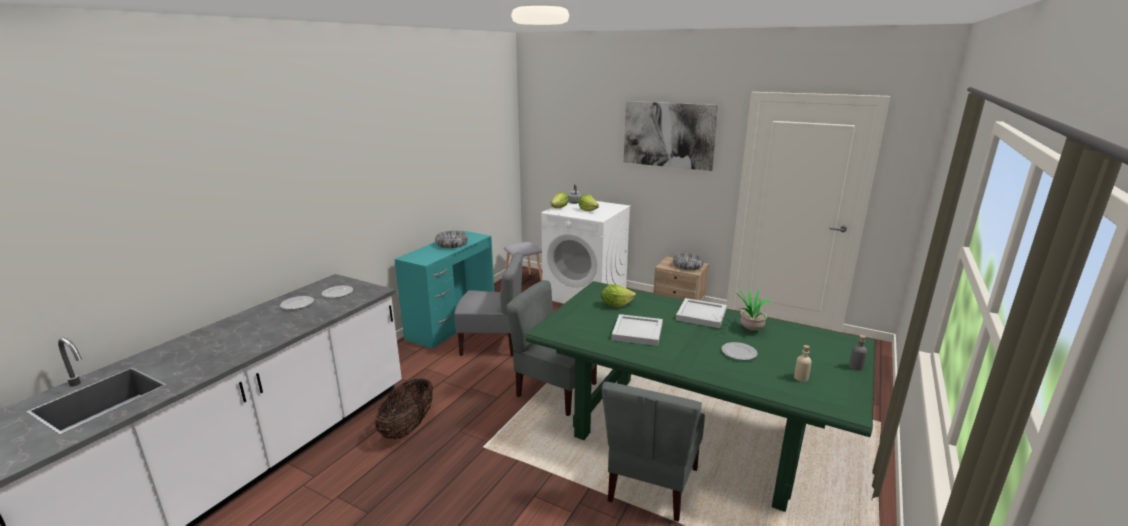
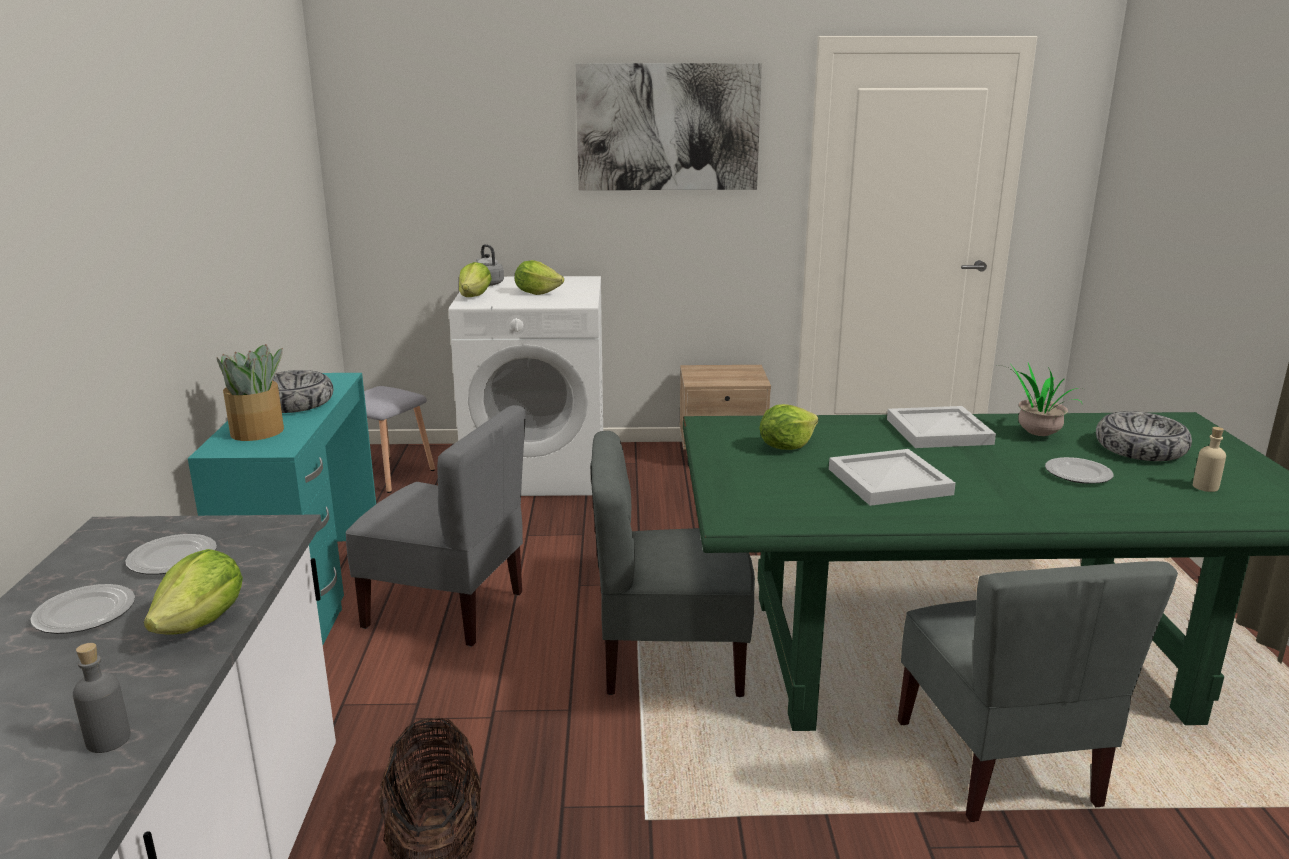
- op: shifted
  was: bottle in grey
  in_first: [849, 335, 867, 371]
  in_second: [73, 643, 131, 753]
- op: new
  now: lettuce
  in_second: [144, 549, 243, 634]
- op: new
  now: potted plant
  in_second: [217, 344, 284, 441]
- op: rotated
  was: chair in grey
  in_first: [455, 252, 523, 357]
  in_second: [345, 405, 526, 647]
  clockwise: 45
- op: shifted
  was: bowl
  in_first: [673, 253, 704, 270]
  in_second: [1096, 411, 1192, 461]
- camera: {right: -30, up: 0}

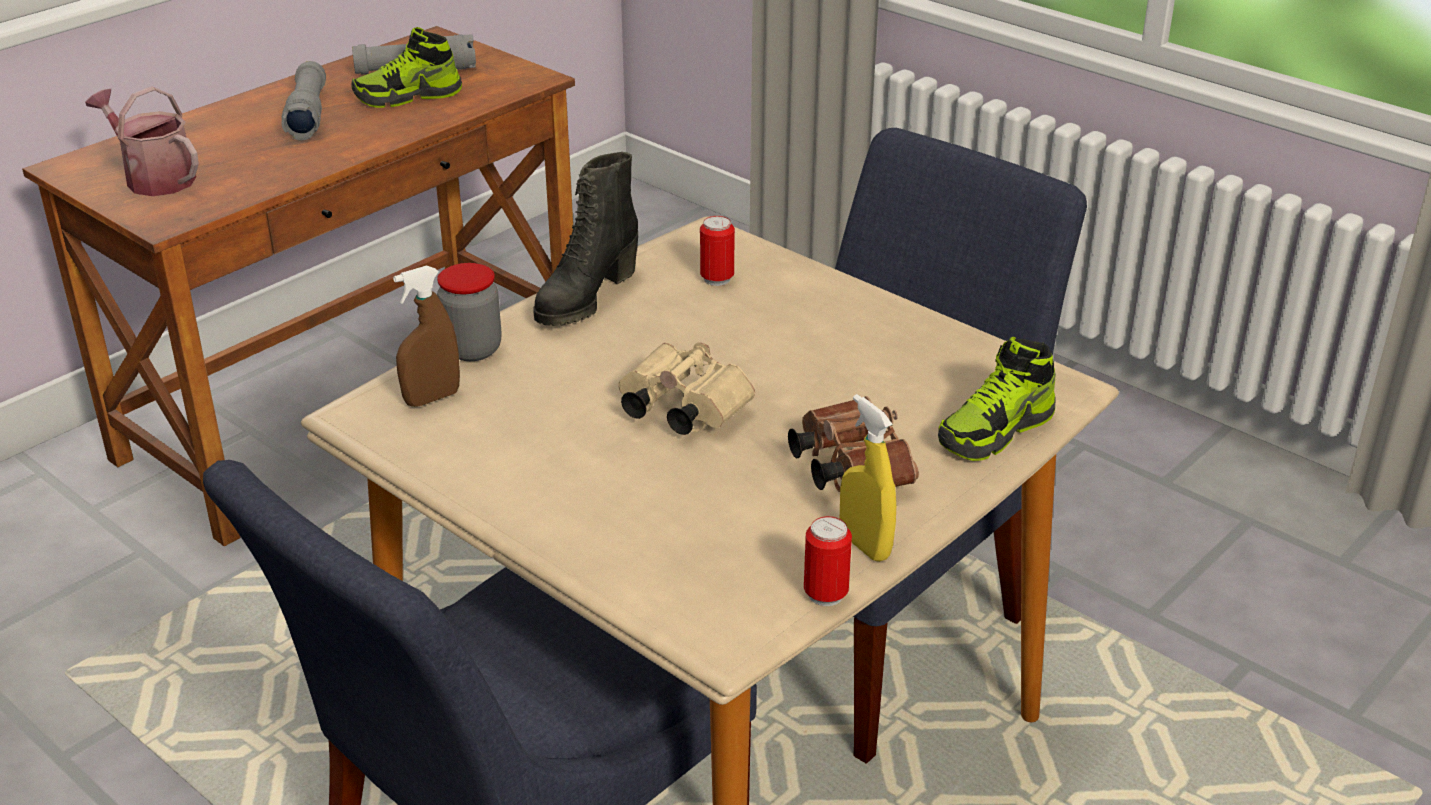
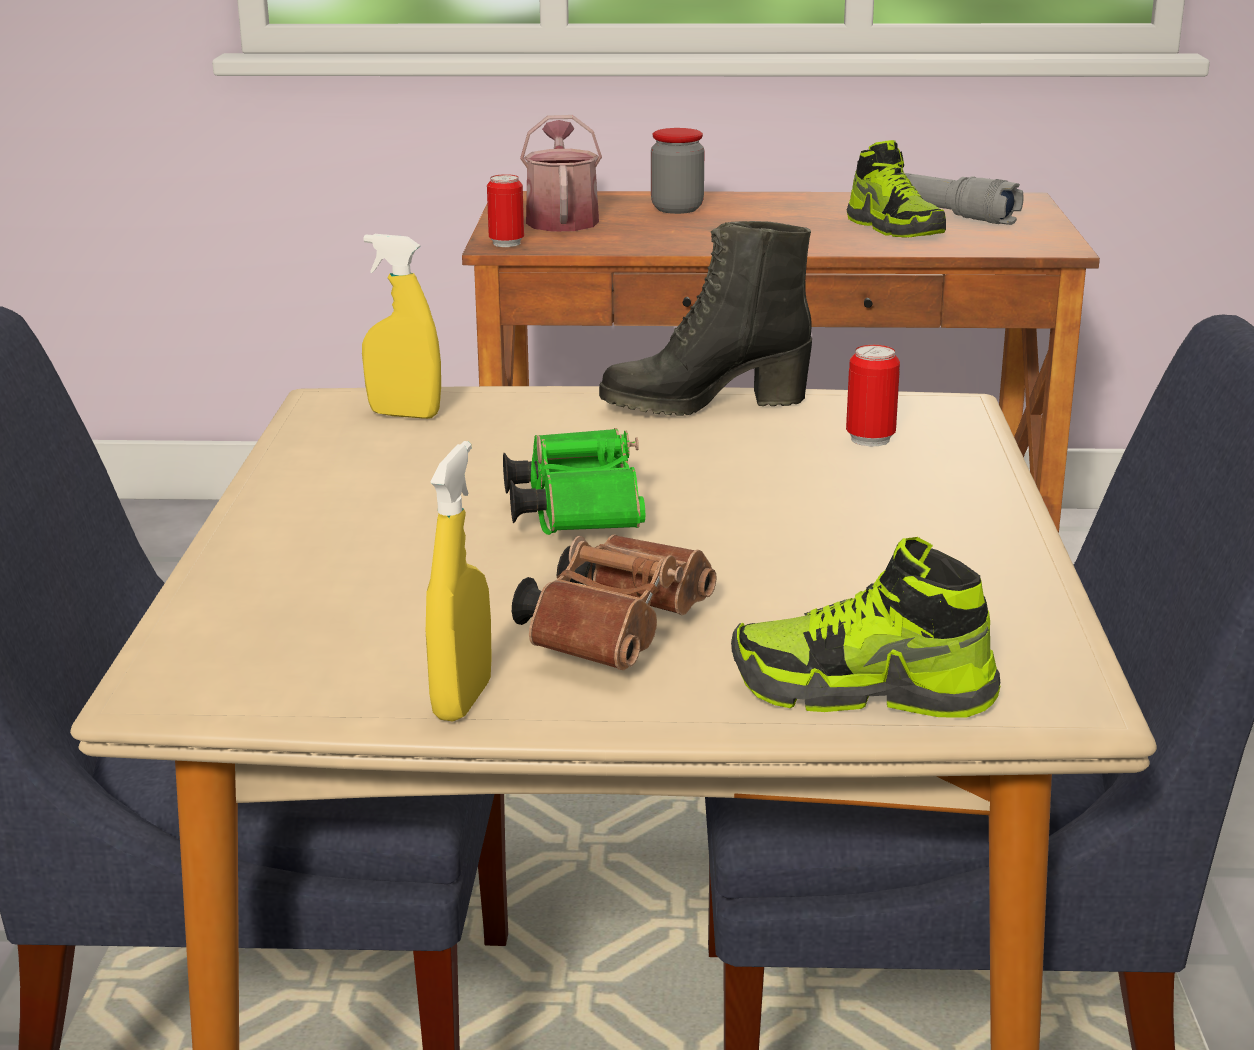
- op: repainted
  was: spray bottle in brown
  now: spray bottle in yellow
  in_first: [393, 266, 460, 407]
  in_second: [362, 234, 441, 419]
- op: shifted
  was: can
  in_first: [804, 516, 852, 606]
  in_second: [487, 174, 524, 247]
- op: repainted
  was: binoculars in beige
  now: binoculars in green
  in_first: [618, 342, 755, 435]
  in_second: [503, 428, 645, 535]
- op: shifted
  was: jar
  in_first: [437, 263, 502, 361]
  in_second: [651, 128, 704, 214]
- op: rotated
  was: shoe
  in_first: [351, 27, 462, 108]
  in_second: [847, 140, 946, 238]
  clockwise: -150
- op: gone
  was: flashlight in grey
  in_first: [282, 61, 326, 140]
- camera: {right: 50, up: -10}

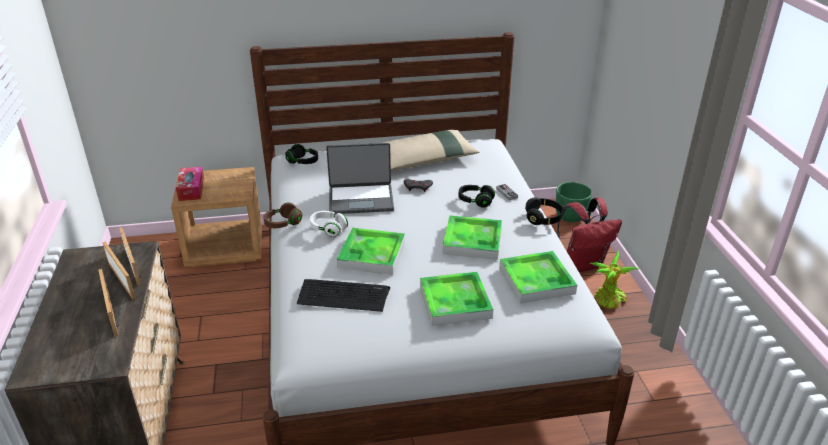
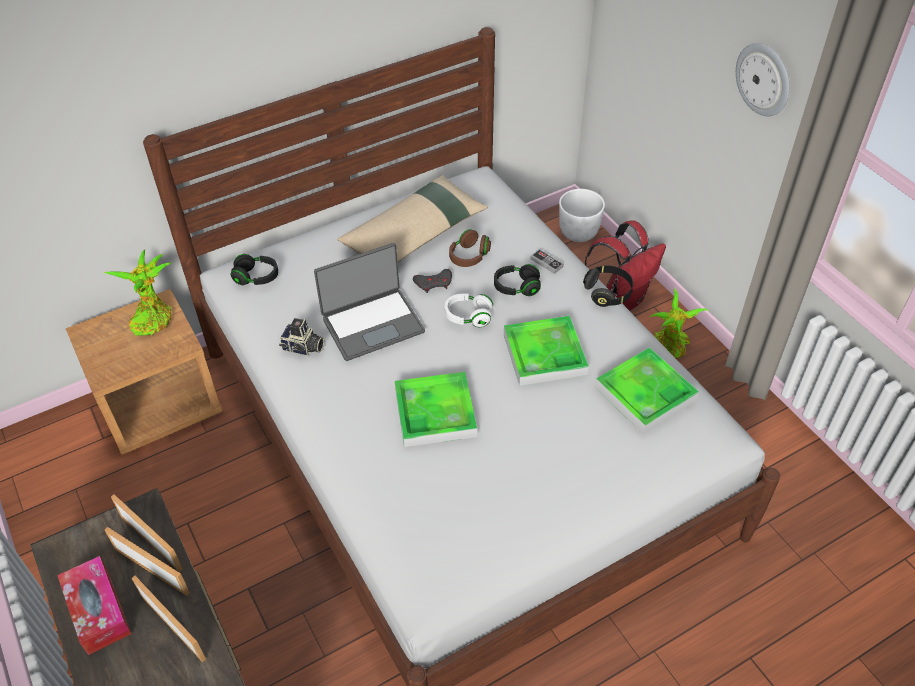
- op: shifted
  was: tissue box
  in_first: [176, 167, 204, 201]
  in_second: [57, 556, 131, 655]
- op: new
  now: potted plant
  in_second: [103, 250, 172, 335]
- op: new
  now: photo camera
  in_second: [279, 318, 324, 356]
- op: shifted
  was: headphones in white
  in_first: [310, 211, 348, 237]
  in_second: [445, 293, 493, 327]
- op: shifted
  was: headphones in brown
  in_first: [264, 202, 302, 228]
  in_second: [449, 229, 491, 267]
- op: repainted
  was: planter in green
  now: planter in white
  in_first: [556, 182, 592, 222]
  in_second: [559, 189, 605, 242]
- op: new
  now: wall clock
  in_second: [736, 43, 790, 116]
- op: gone
  was: keyboard
  in_first: [297, 279, 390, 312]
- op: gone
  was: tray
  in_first: [420, 272, 493, 326]
- camera: {right: -20, up: 15}

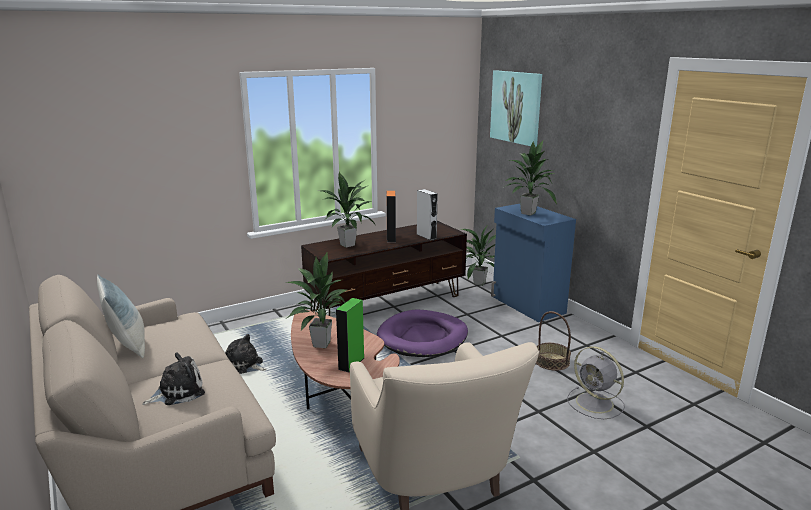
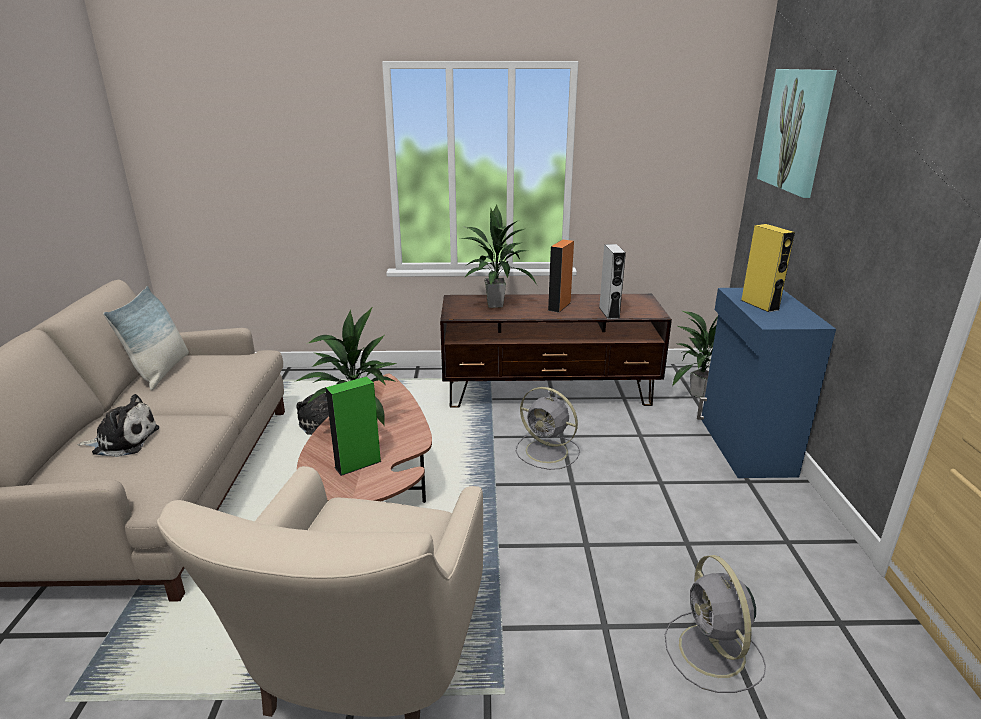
- op: swapped
  was: dog bed in purple
  now: fan in grey
  in_first: [377, 310, 468, 357]
  in_second: [516, 387, 580, 470]
- op: swapped
  was: potted plant
  now: speaker in yellow
  in_first: [504, 141, 557, 215]
  in_second: [741, 224, 795, 312]
- op: gone
  was: basket
  in_first: [536, 311, 571, 371]
- camera: {right: 30, up: 5}

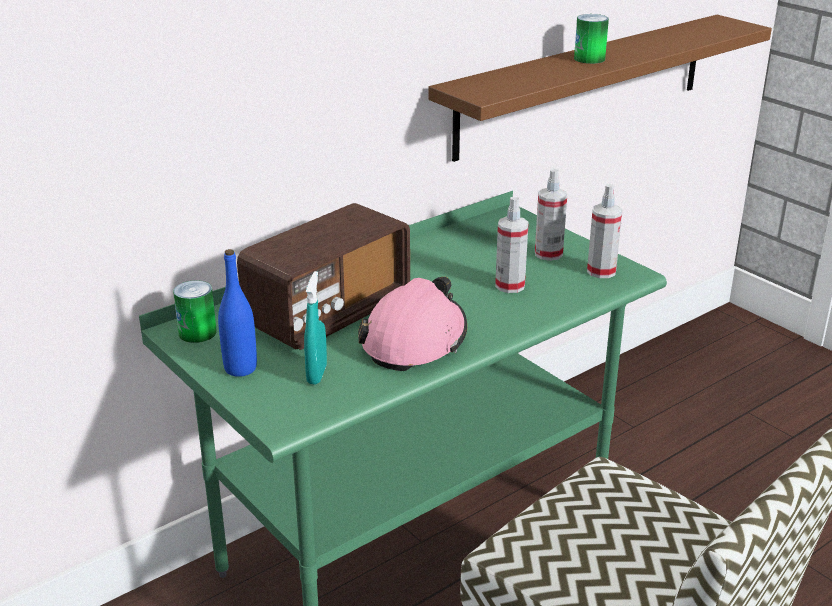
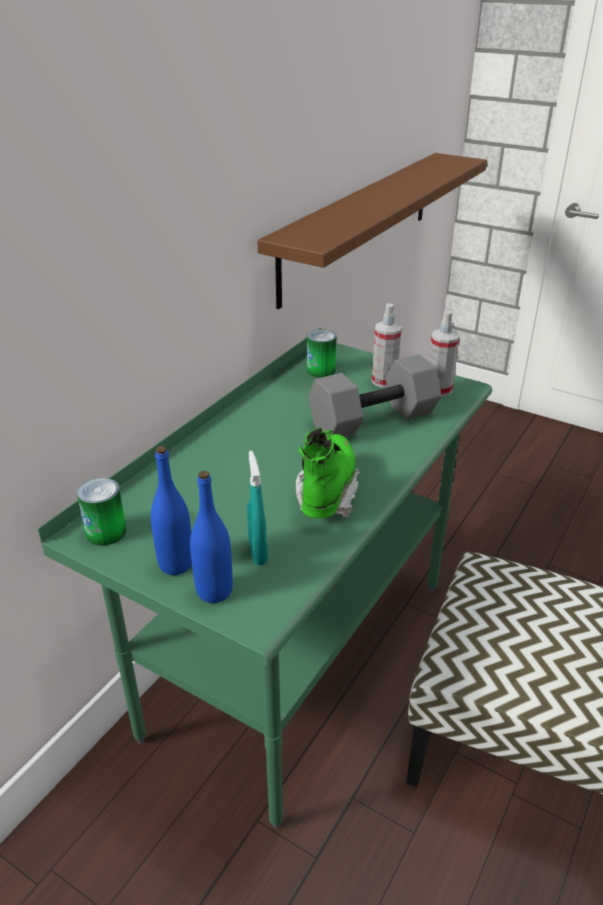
- op: new
  now: bottle in blue
  in_second: [190, 471, 233, 603]
- op: swapped
  was: hard hat in pink
  now: boot in green
  in_first: [358, 277, 467, 371]
  in_second: [296, 428, 361, 518]
- op: shifted
  was: can
  in_first: [574, 14, 609, 64]
  in_second: [307, 329, 337, 378]
- op: swapped
  was: spray bottle
  now: dumbbell in grey
  in_first: [495, 197, 529, 293]
  in_second: [309, 354, 441, 437]
- op: gone
  was: radio
  in_first: [237, 203, 410, 350]
- camera: {right: -20, up: 5}

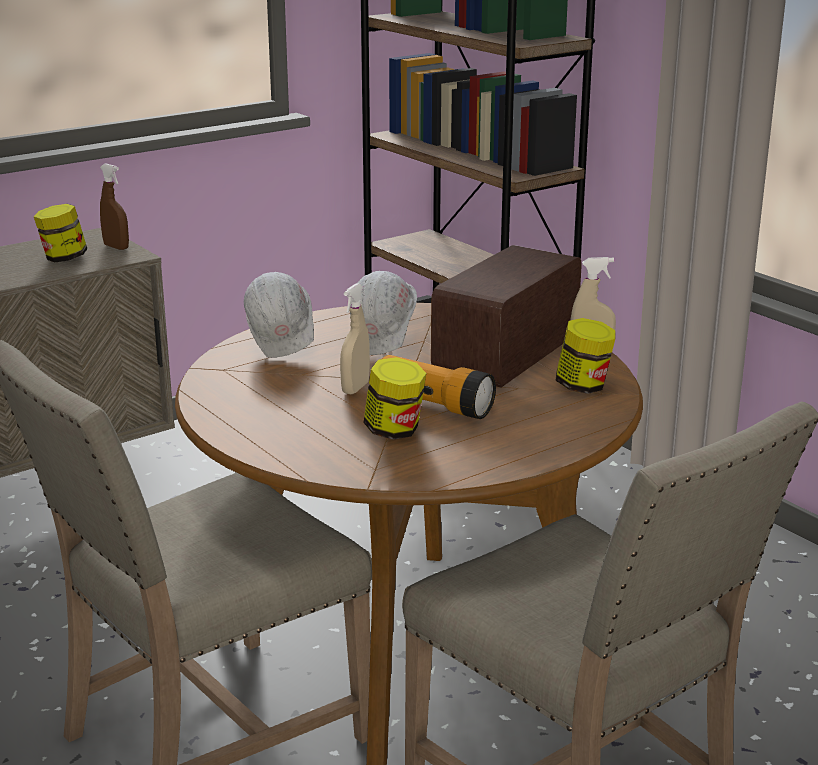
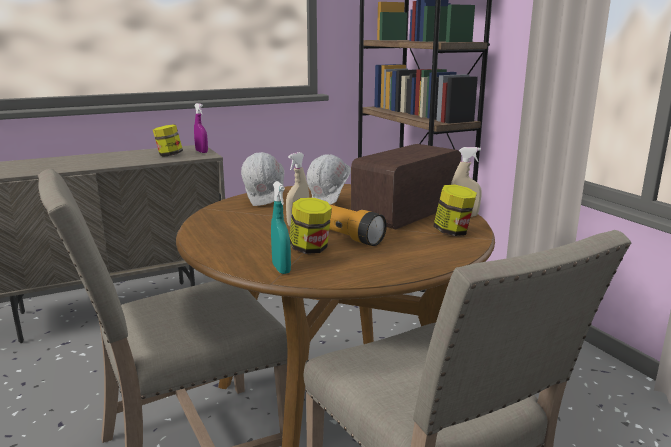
- op: repainted
  was: spray bottle in brown
  now: spray bottle in purple
  in_first: [100, 163, 129, 250]
  in_second: [194, 103, 208, 153]
- op: new
  now: spray bottle in turquoise
  in_second: [271, 181, 291, 274]
- camera: {right: 10, up: -5}

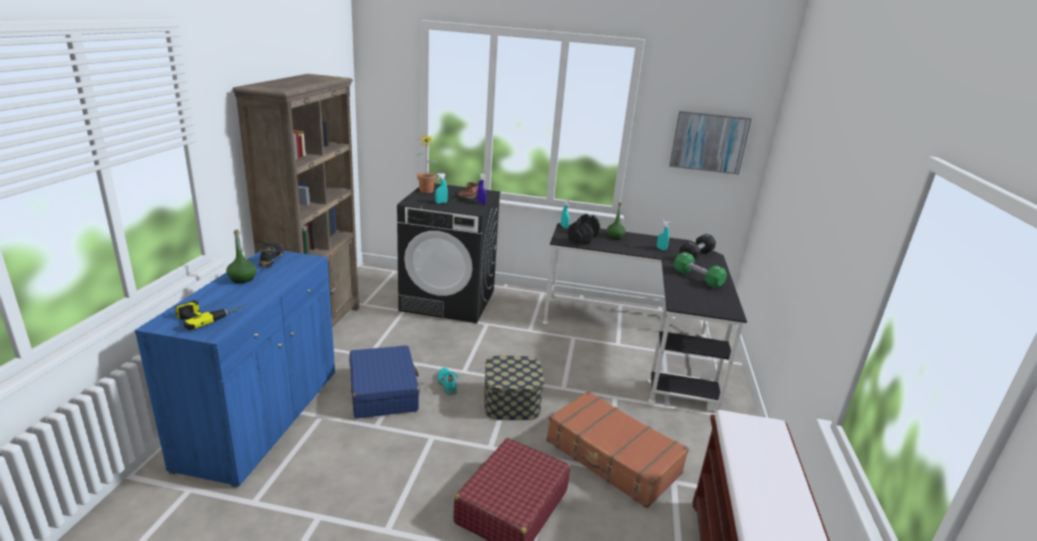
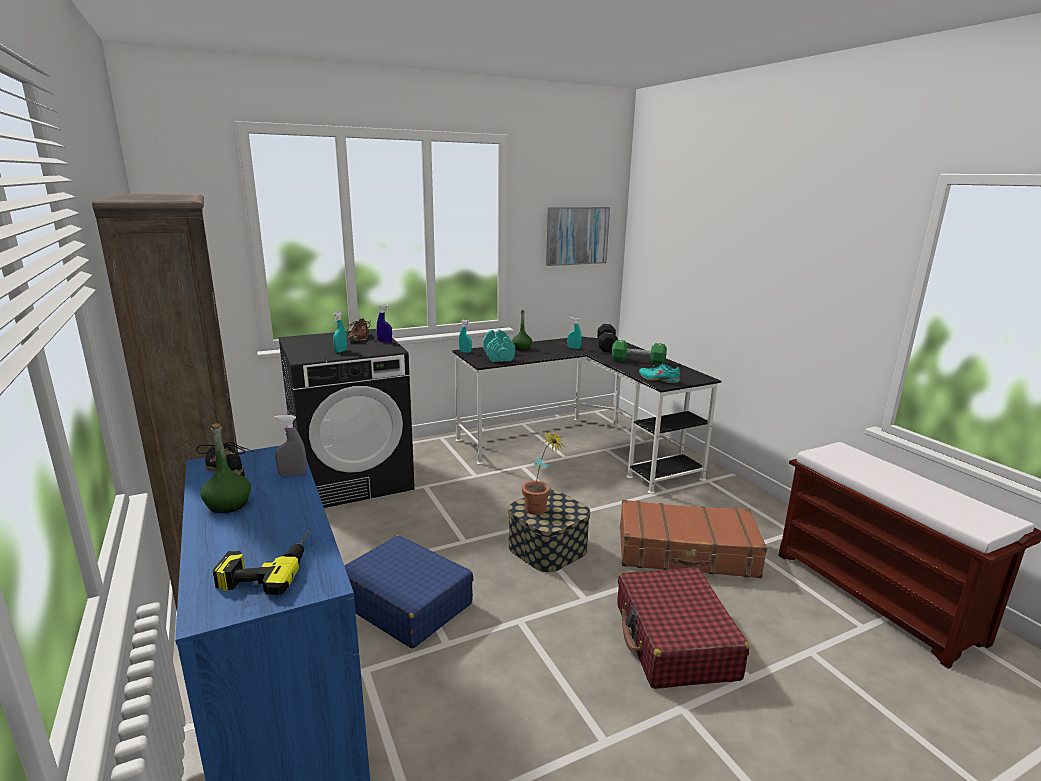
- op: new
  now: spray bottle in grey
  in_second: [274, 415, 307, 477]
- op: repainted
  was: dumbbell in black
  now: dumbbell in turquoise
  in_first: [568, 214, 600, 245]
  in_second: [483, 330, 515, 362]
- op: shifted
  was: potted plant
  in_first: [416, 135, 438, 193]
  in_second: [522, 430, 566, 515]
- op: shifted
  was: shoe in turquoise
  in_first: [435, 368, 460, 395]
  in_second: [639, 363, 680, 383]
- camera: {right: -35, up: -5}

